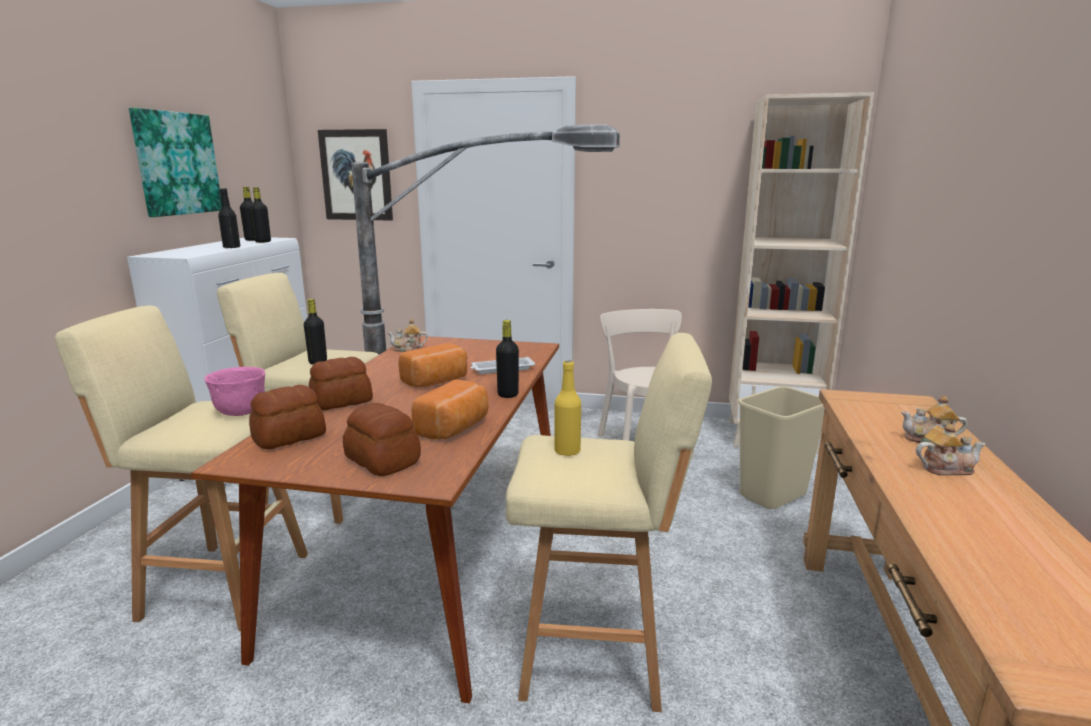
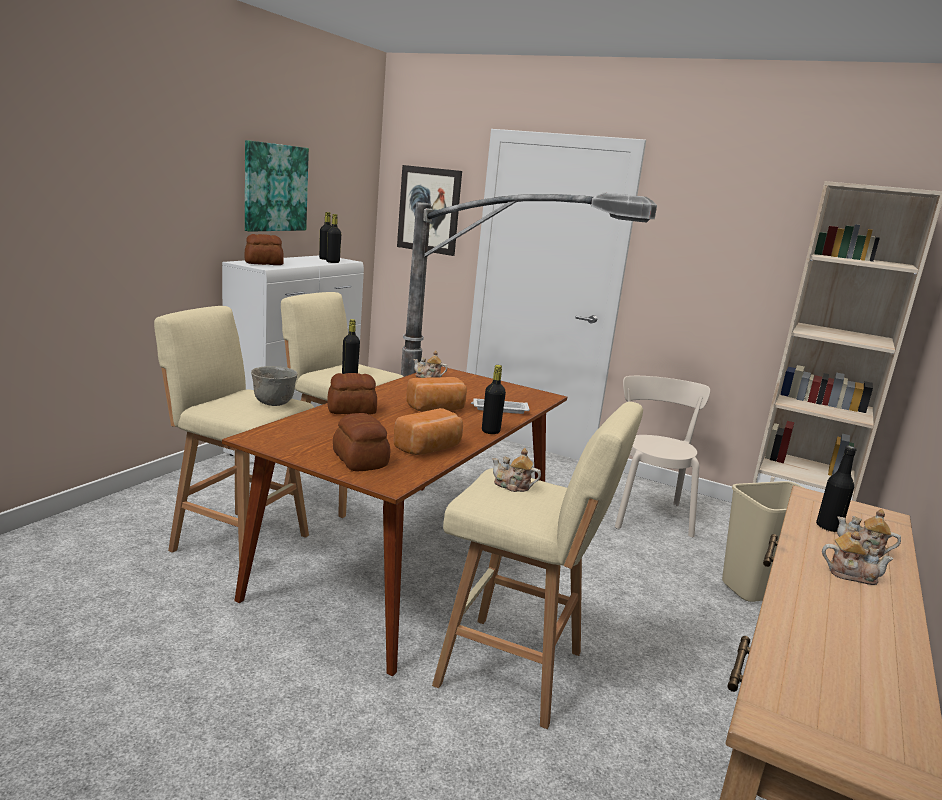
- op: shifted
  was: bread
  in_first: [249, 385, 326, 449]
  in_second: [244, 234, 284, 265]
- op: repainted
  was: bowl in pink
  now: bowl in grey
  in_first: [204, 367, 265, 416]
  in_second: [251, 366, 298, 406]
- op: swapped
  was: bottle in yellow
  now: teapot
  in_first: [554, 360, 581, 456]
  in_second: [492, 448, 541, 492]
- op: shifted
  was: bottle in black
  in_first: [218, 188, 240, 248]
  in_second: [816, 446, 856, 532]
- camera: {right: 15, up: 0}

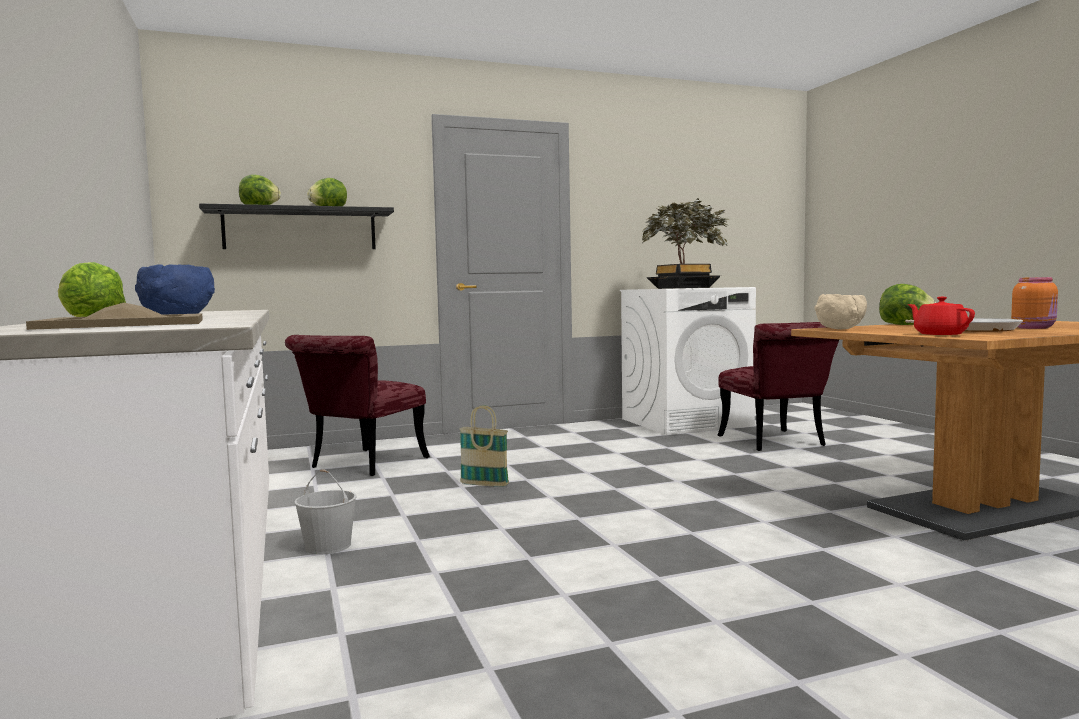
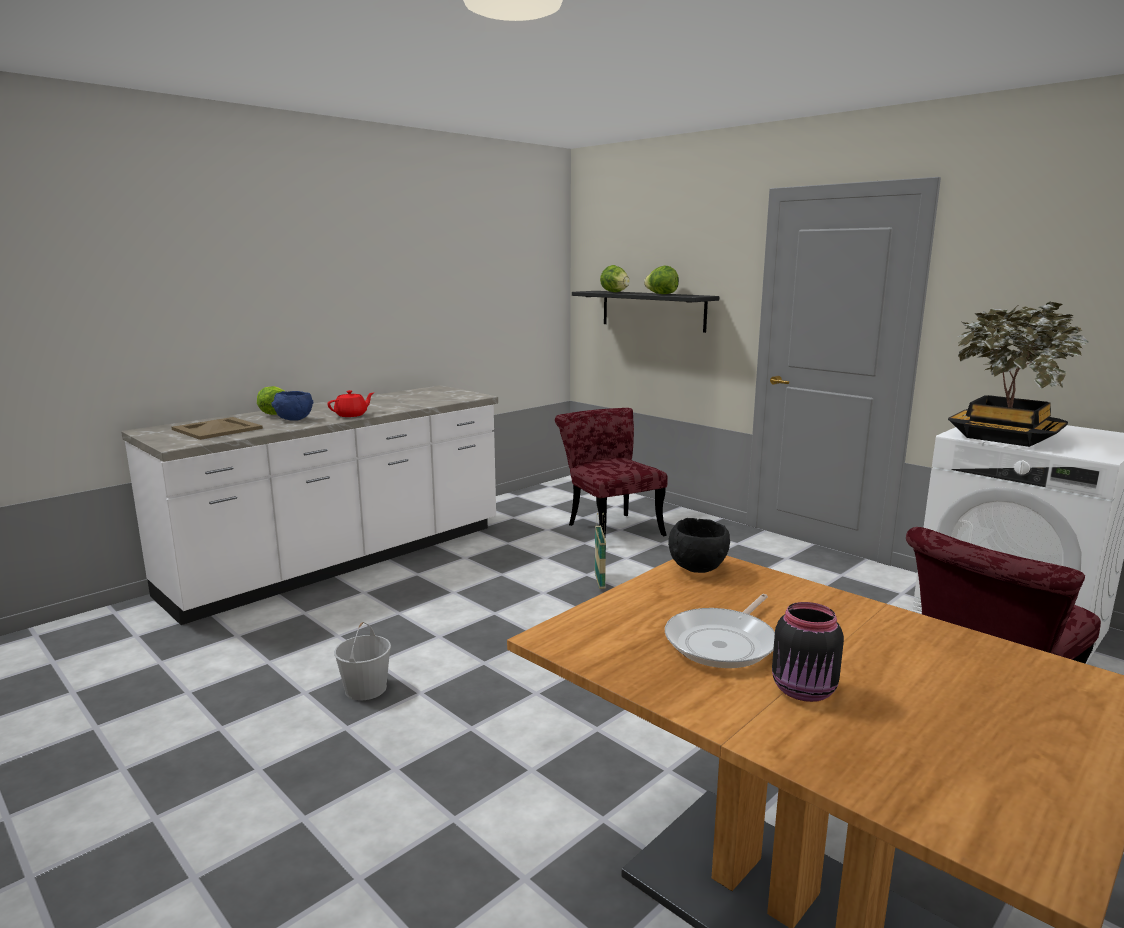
- op: shifted
  was: teapot in red
  in_first: [908, 297, 975, 335]
  in_second: [327, 390, 373, 417]
- op: shifted
  was: bucket in white
  in_first: [294, 470, 357, 554]
  in_second: [334, 622, 391, 701]
- op: rotated
  was: chair in red
  in_first: [285, 335, 430, 476]
  in_second: [555, 408, 668, 536]
  clockwise: 60
- op: repainted
  was: bowl in beige
  now: bowl in black
  in_first: [815, 294, 867, 329]
  in_second: [668, 518, 730, 573]
- op: repainted
  was: jar in orange
  now: jar in black
  in_first: [1011, 277, 1058, 329]
  in_second: [772, 602, 844, 702]
- op: gone
  was: lettuce
  in_first: [879, 284, 937, 325]
- camera: {right: 65, up: 10}

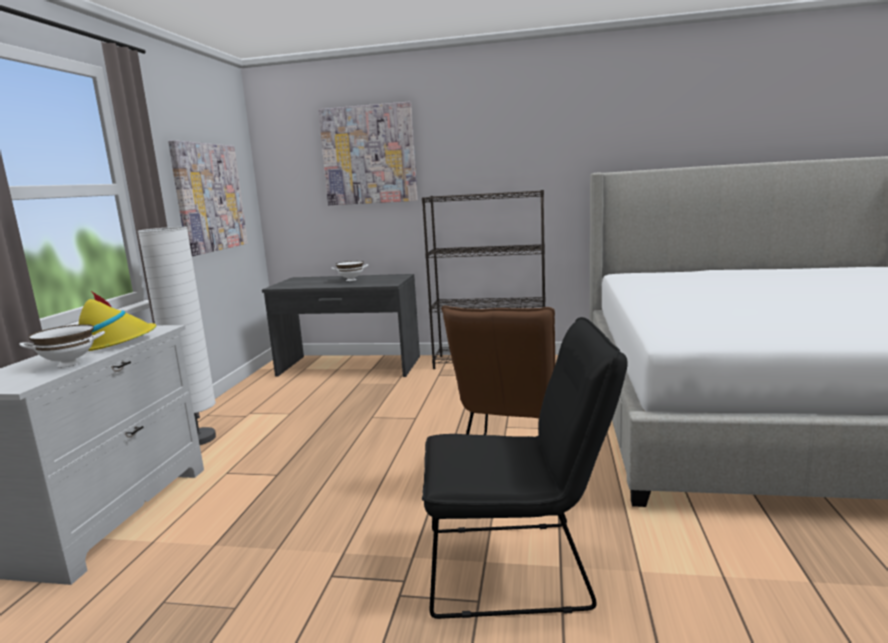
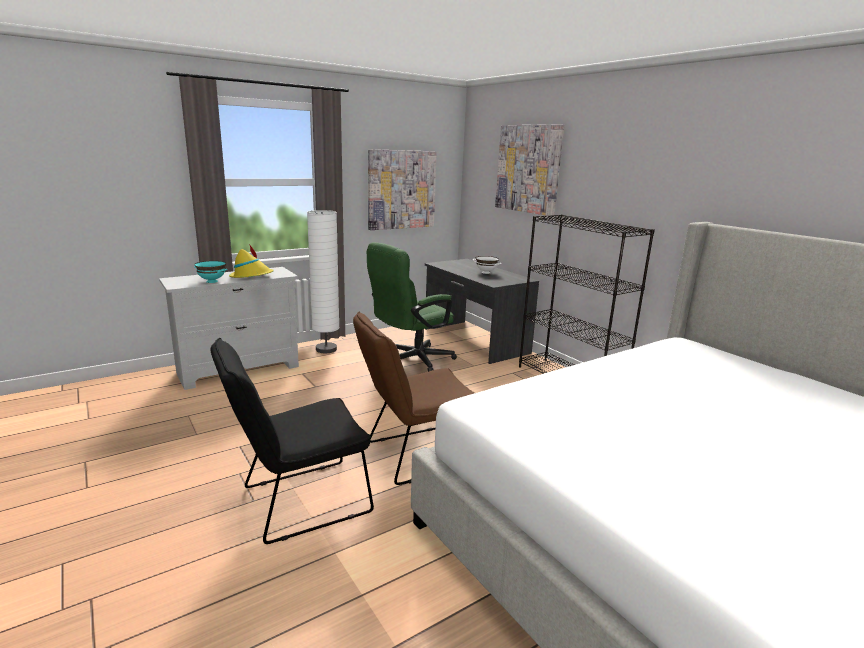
- op: repainted
  was: bowl in white
  now: bowl in turquoise
  in_first: [19, 324, 105, 367]
  in_second: [194, 261, 228, 283]
- op: rotated
  was: chair in black
  in_first: [422, 317, 627, 619]
  in_second: [211, 338, 374, 544]
  clockwise: 105
- op: new
  now: office chair in green
  in_second: [367, 242, 457, 372]
- camera: {right: 45, up: 5}

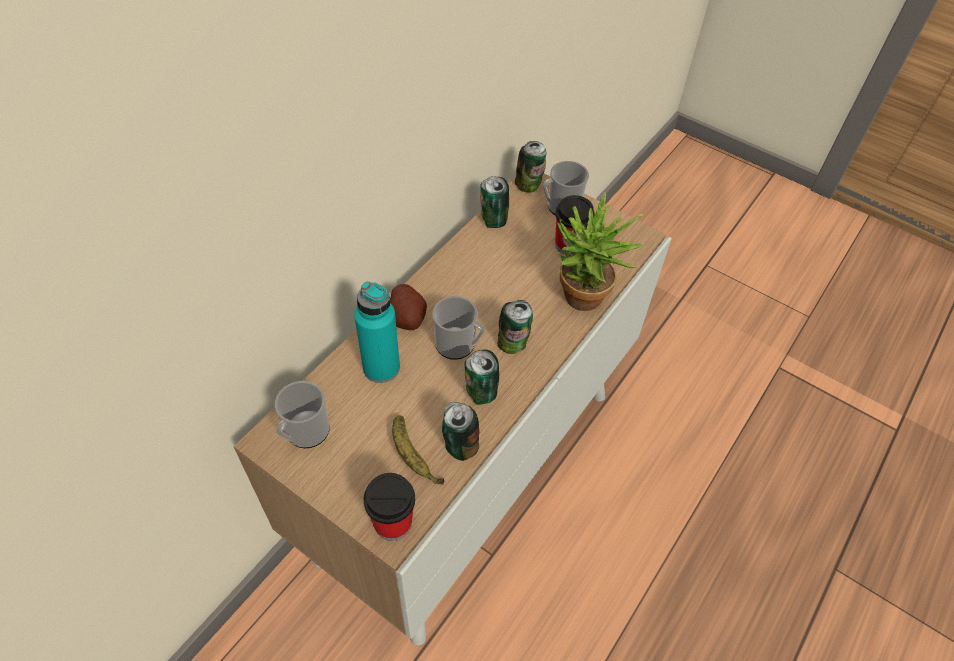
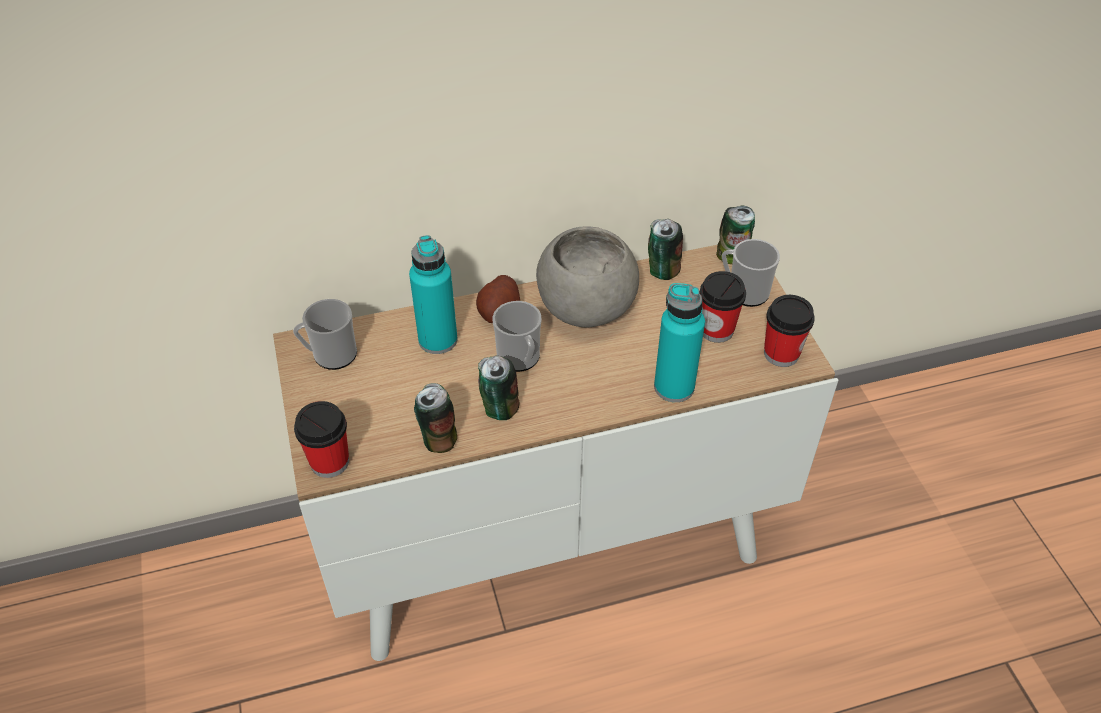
- op: new
  now: bowl in grey
  in_second: [536, 227, 639, 327]
- op: swapped
  was: potted plant
  now: bottle in turquoise
  in_first: [557, 192, 644, 311]
  in_second: [654, 283, 705, 402]
- op: new
  now: cup
  in_second: [764, 295, 815, 367]
- op: gone
  was: banana
  in_first: [392, 415, 445, 485]
- op: gone
  was: can
  in_first: [497, 300, 533, 354]
- camera: {right: 40, up: -5}

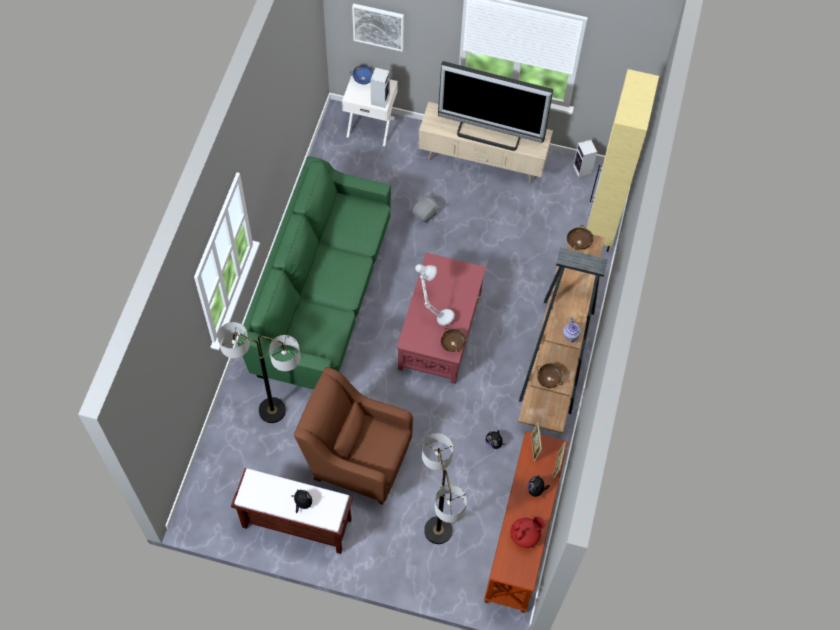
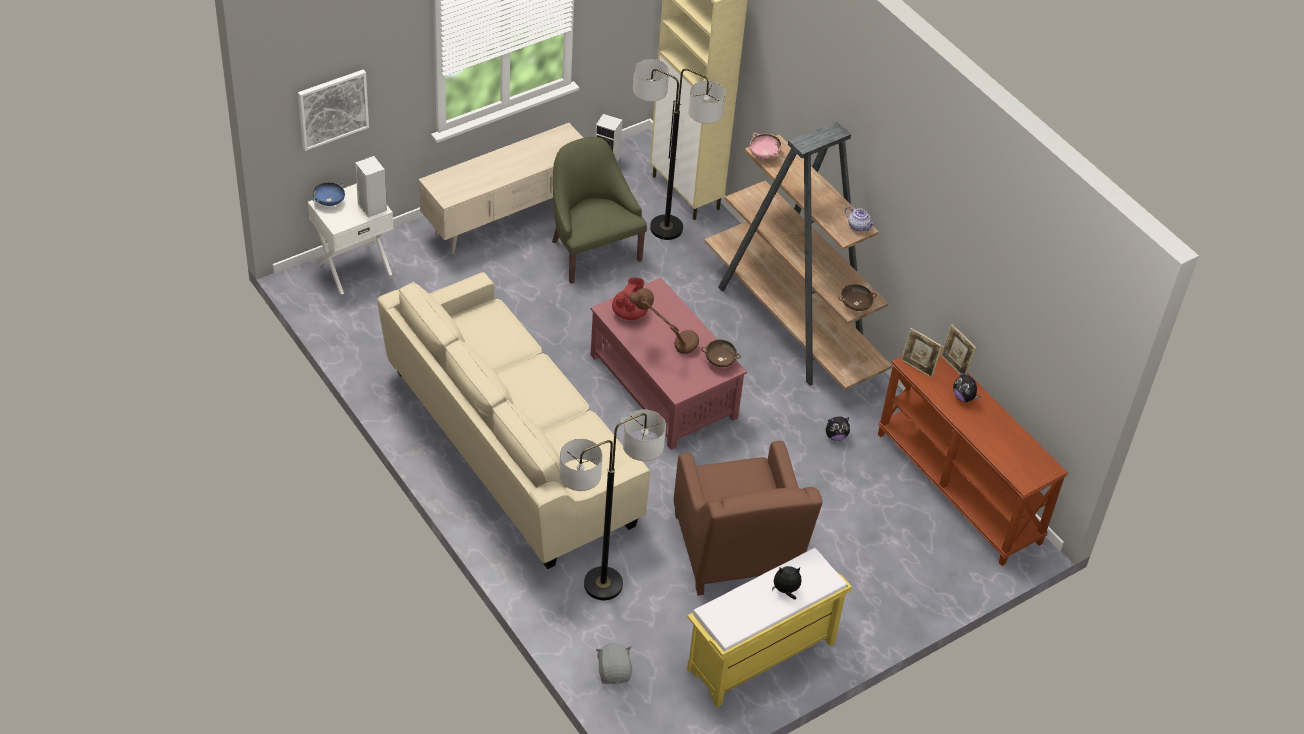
- op: repainted
  was: sofa in green
  now: sofa in beige
  in_first: [237, 156, 391, 390]
  in_second: [377, 272, 650, 569]
- op: new
  now: armchair in green
  in_second: [552, 137, 647, 284]
- op: shifted
  was: plush toy in grey
  in_first: [412, 195, 439, 223]
  in_second: [596, 643, 632, 684]
- op: shifted
  was: teapot in red
  in_first: [510, 517, 545, 548]
  in_second: [612, 277, 648, 320]
- op: repainted
  was: table lamp in grey
  now: table lamp in brown
  in_first: [415, 264, 455, 326]
  in_second: [629, 288, 699, 354]
- op: shifted
  was: floor lamp
  in_first: [422, 433, 467, 544]
  in_second: [633, 59, 726, 240]
- op: rotated
  was: armchair in brown
  in_first: [294, 367, 413, 505]
  in_second: [674, 441, 823, 596]
  clockwise: -75
- op: repainted
  was: bench in brown
  now: bench in yellow
  in_first: [231, 468, 353, 554]
  in_second: [687, 548, 852, 707]
- op: repainted
  was: bowl in brown
  now: bowl in pink
  in_first: [567, 225, 594, 251]
  in_second: [750, 133, 782, 159]
- op: gone
  was: television
  in_first: [438, 61, 553, 151]
- camera: {right: -50, up: -15}

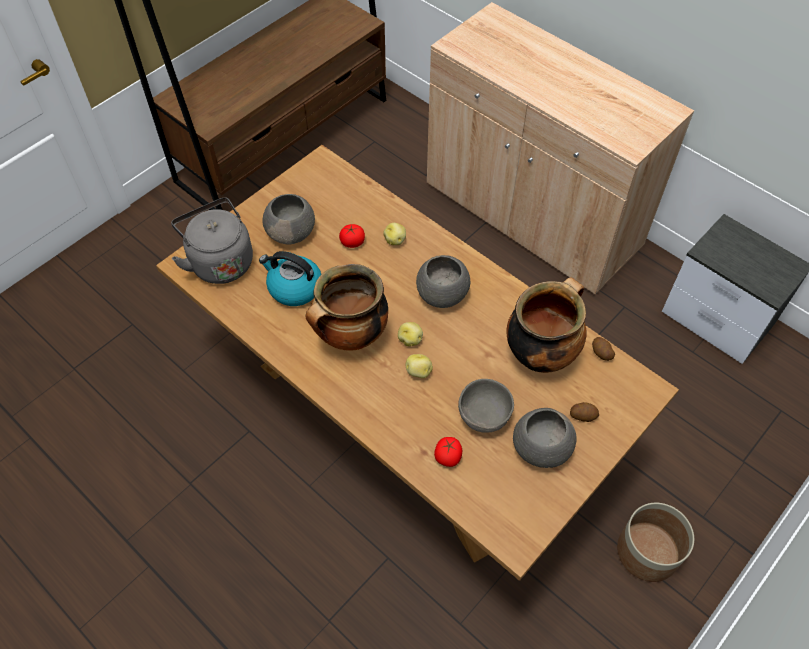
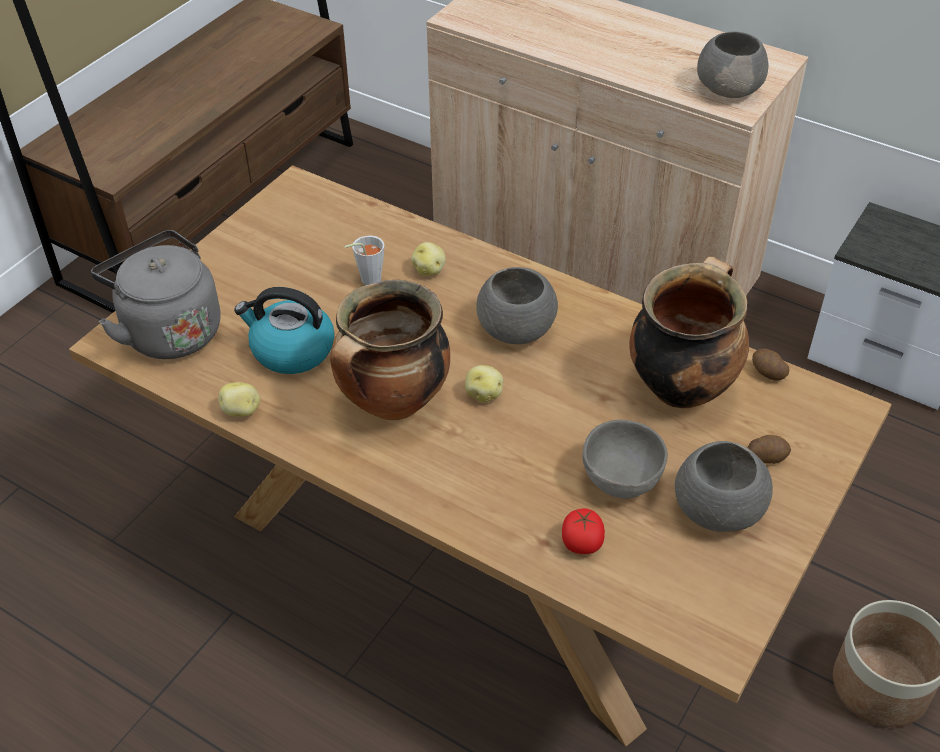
- op: shifted
  was: potato
  in_first: [405, 354, 433, 378]
  in_second: [218, 382, 260, 417]
- op: swapped
  was: tomato
  now: cup in grey
  in_first: [339, 224, 365, 248]
  in_second: [345, 235, 384, 285]
- op: shifted
  was: bowl in grey
  in_first: [263, 194, 315, 244]
  in_second: [697, 31, 769, 98]
- camera: {right: -10, up: -10}

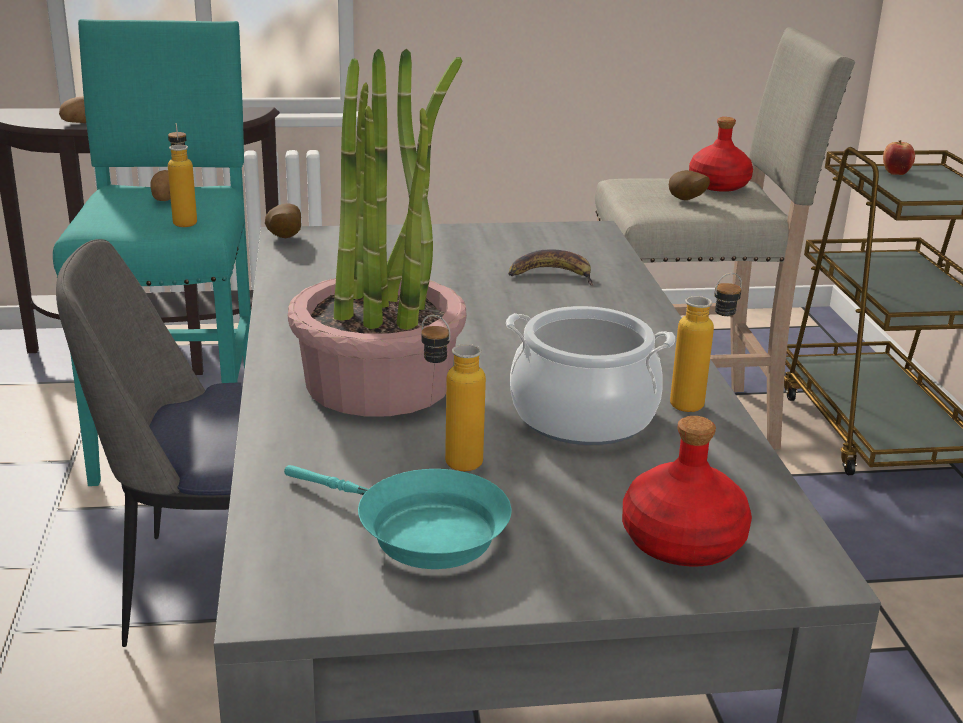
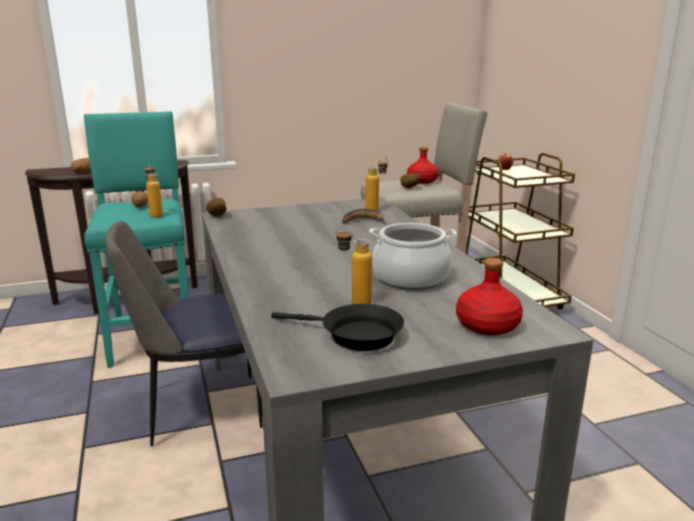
- op: repainted
  was: frying pan in turquoise
  now: frying pan in black
  in_first: [284, 465, 512, 569]
  in_second: [271, 304, 404, 351]
- op: shifted
  was: bottle
  in_first: [670, 273, 742, 412]
  in_second: [365, 157, 388, 211]
- op: gone
  was: potted plant
  in_first: [288, 49, 467, 416]
- camera: {right: -10, up: -5}

